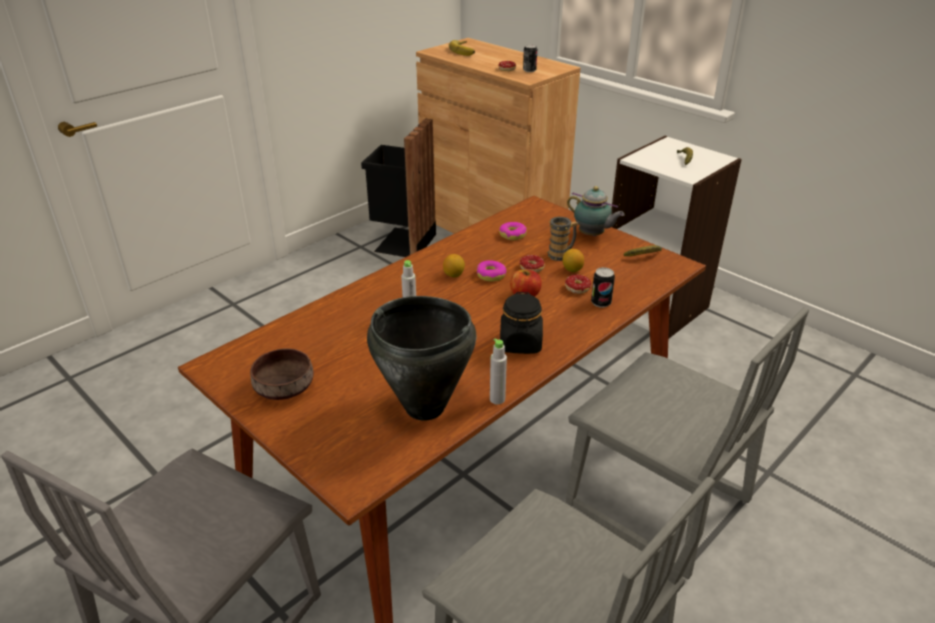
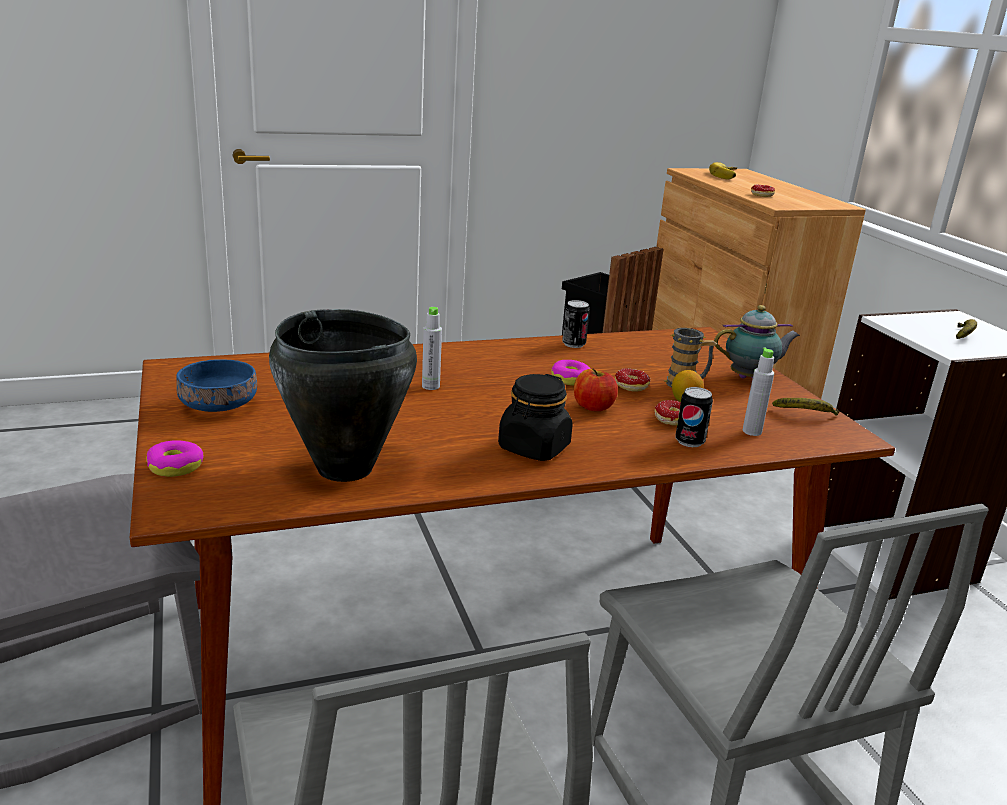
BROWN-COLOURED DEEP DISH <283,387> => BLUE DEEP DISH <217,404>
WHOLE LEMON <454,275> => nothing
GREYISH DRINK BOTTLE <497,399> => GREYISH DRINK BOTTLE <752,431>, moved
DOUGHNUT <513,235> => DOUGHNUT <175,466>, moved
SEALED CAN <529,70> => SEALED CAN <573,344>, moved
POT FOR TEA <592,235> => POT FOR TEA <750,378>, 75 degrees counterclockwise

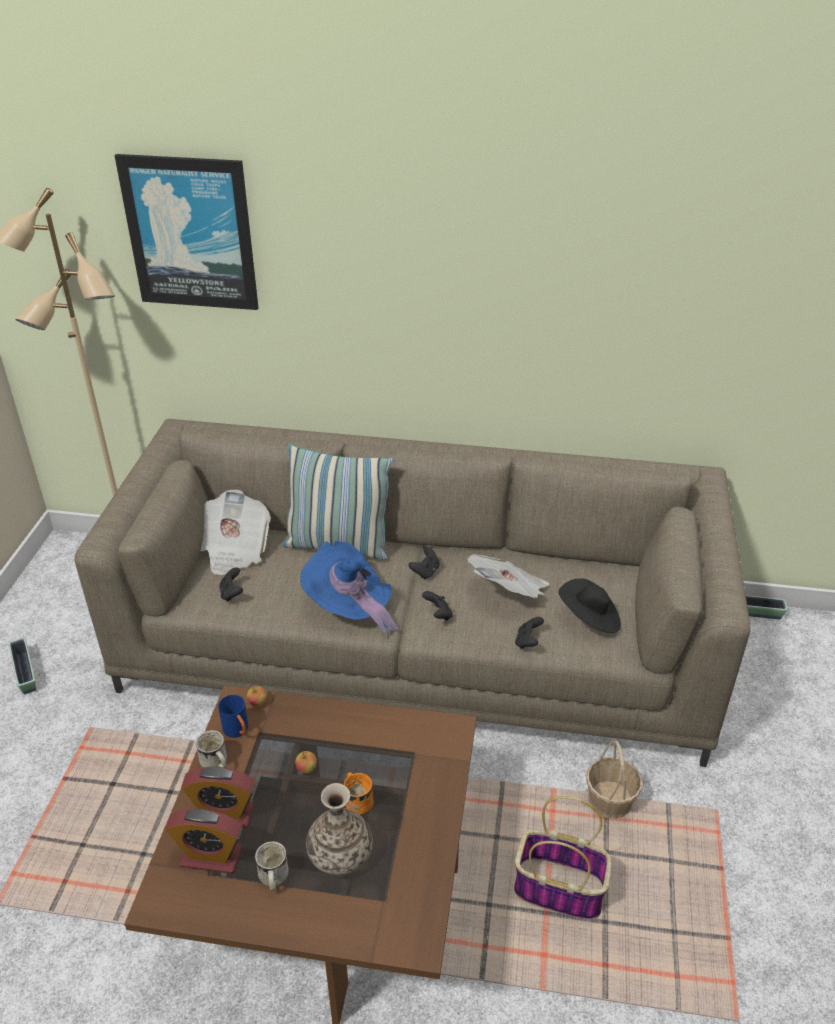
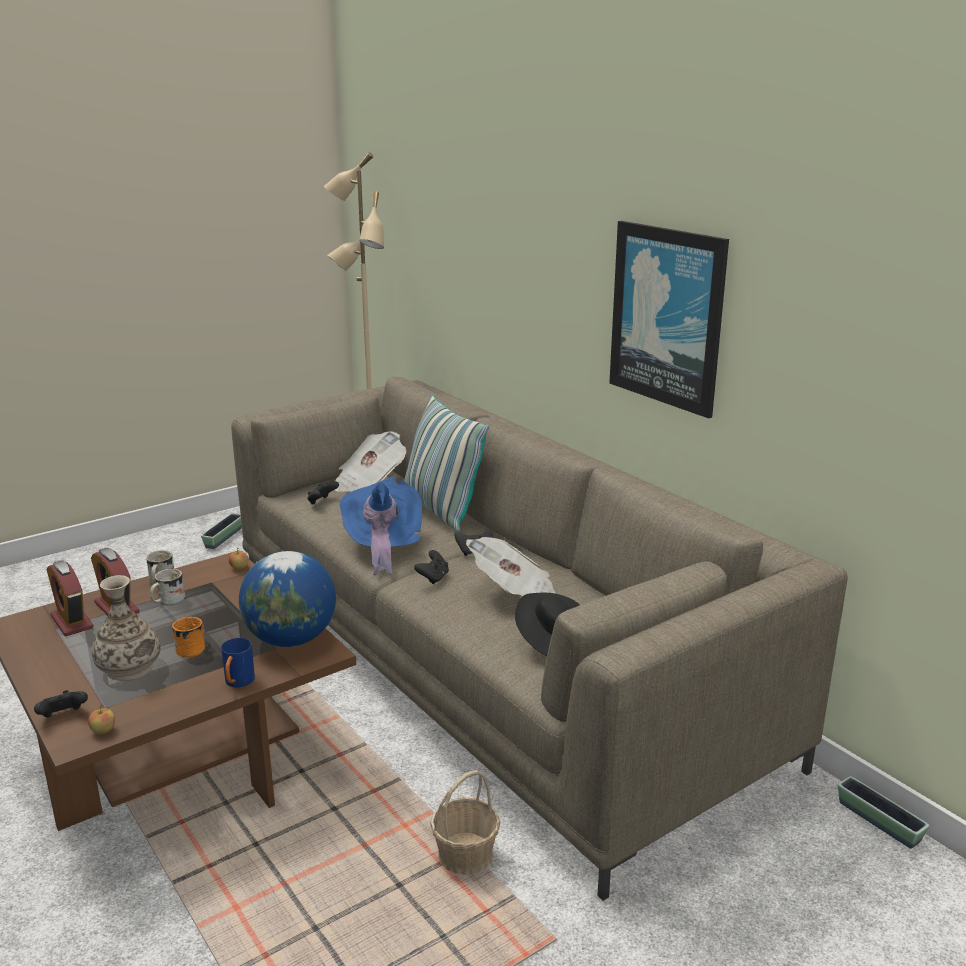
PICTURE <191,233> => PICTURE <667,316>, moved
BLUE MUG <238,731> => BLUE MUG <237,683>, moved
WHITE MUG <273,878> => WHITE MUG <167,601>, moved
WHOLE APPLE <306,768> => WHOLE APPLE <103,731>, moved
STORAGE BASKET <560,889> => nothing
BLACK-COLOURED JOYPAD <528,642> => BLACK-COLOURED JOYPAD <63,716>, moved
nothing => GLOBE <291,639>

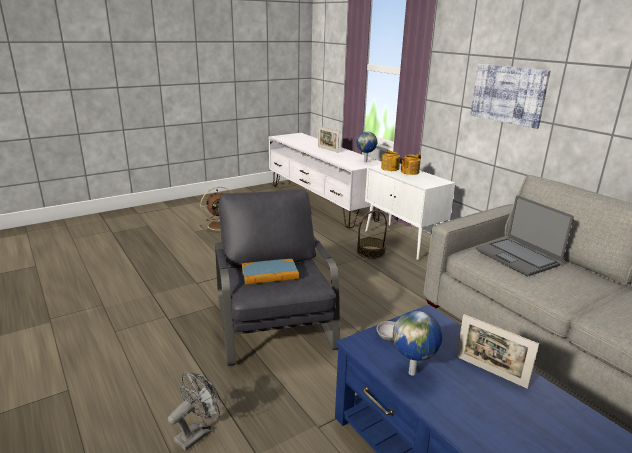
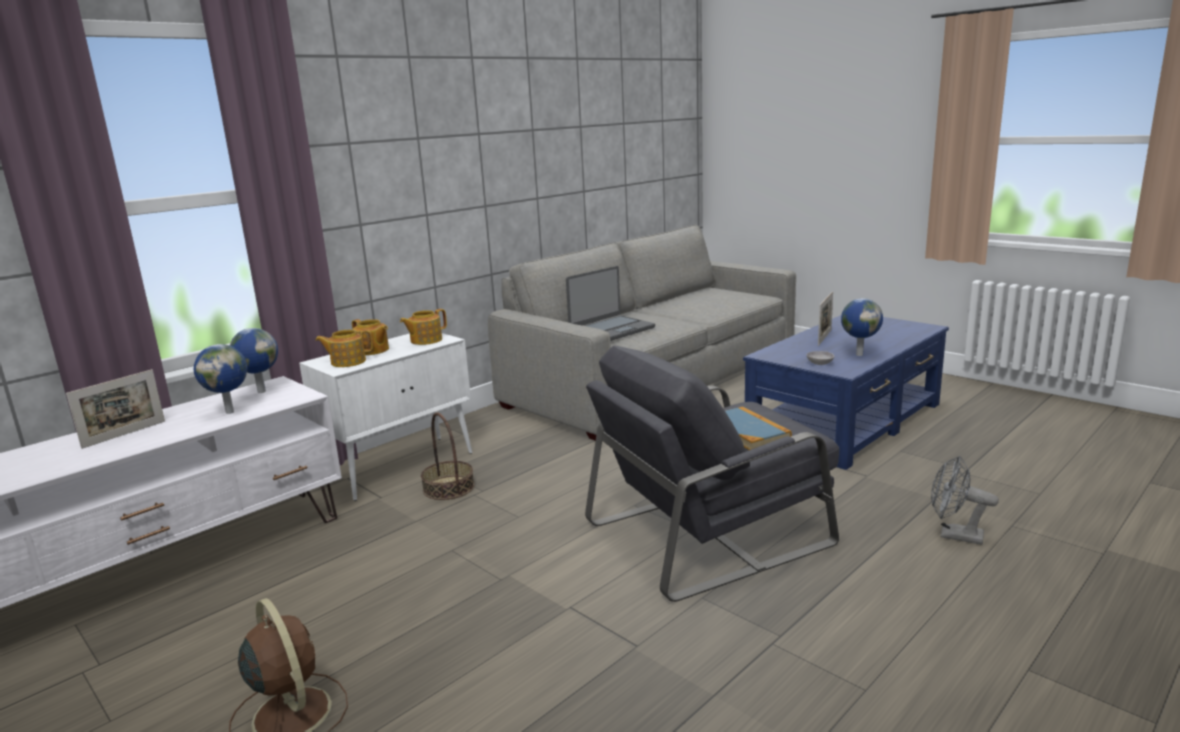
PICTURE <508,94> => nothing
nothing => GLOBE <230,411>
nothing => POT FOR TEA <425,340>

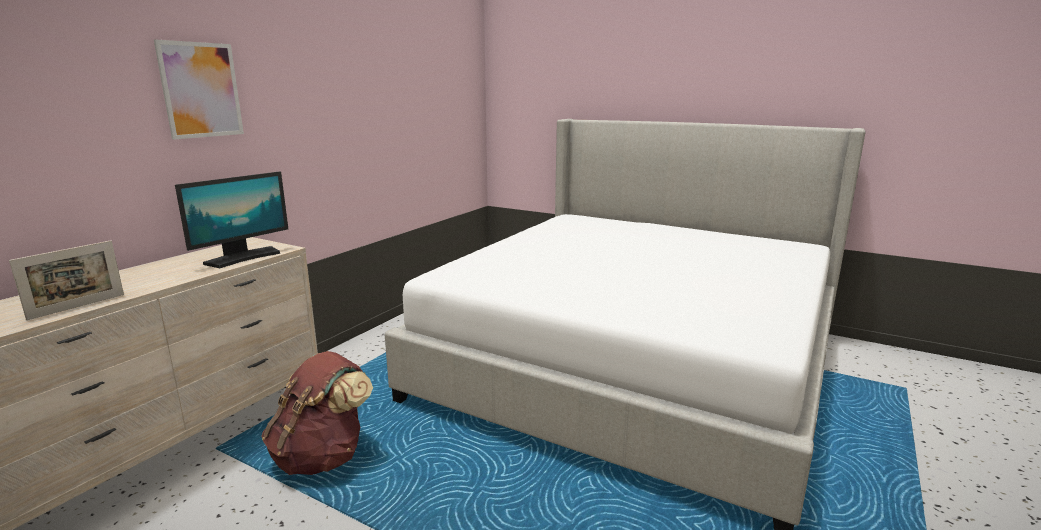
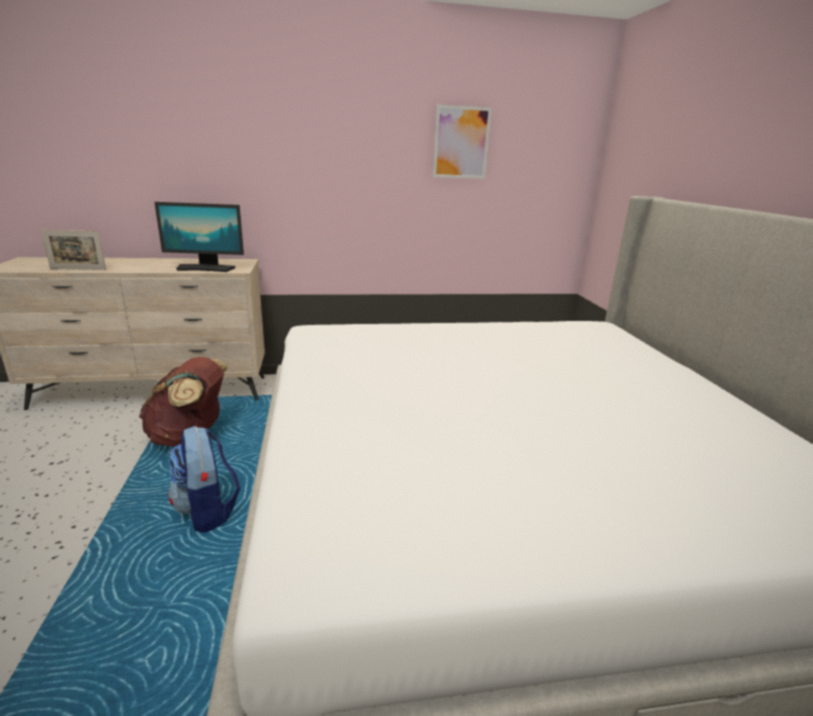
PICTURE <201,90> => PICTURE <461,143>, moved
nothing => BACKPACK <208,511>

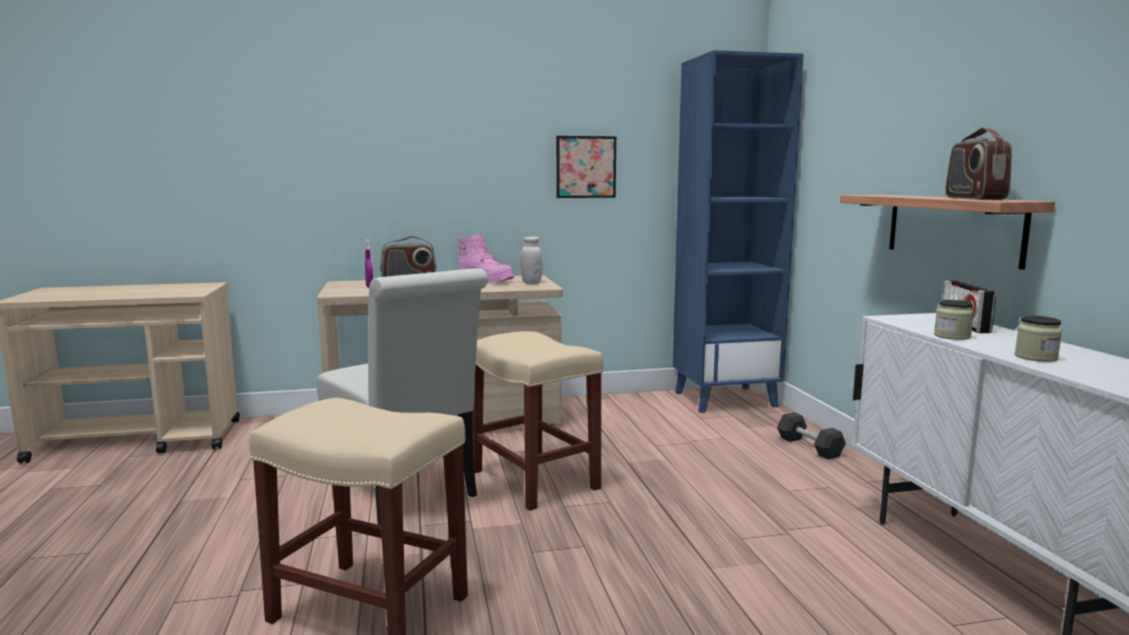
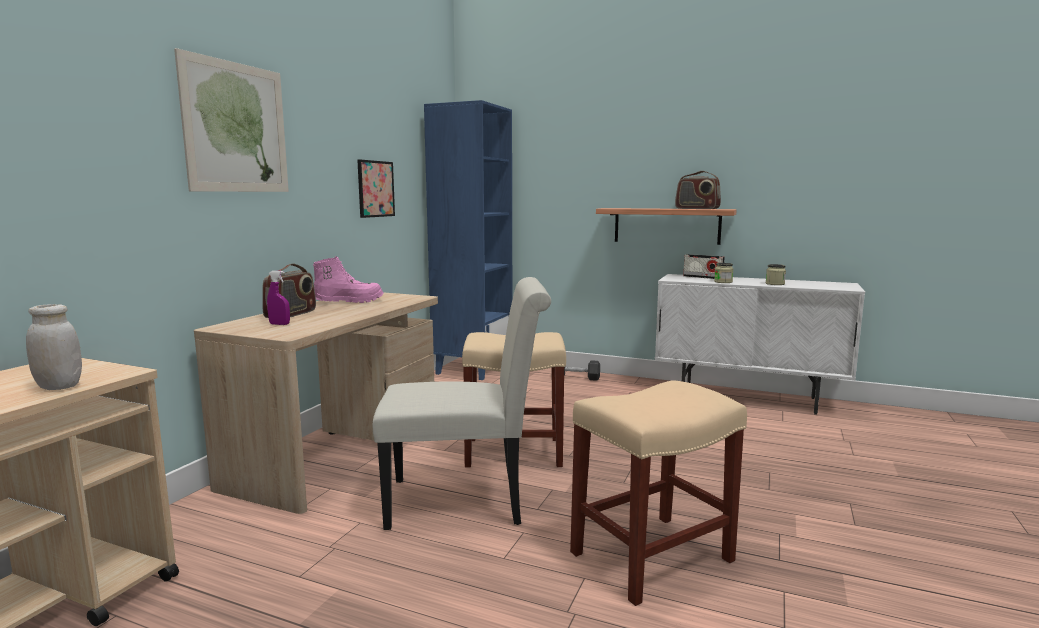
WHITE PRESERVE JAR <531,283> => WHITE PRESERVE JAR <59,386>, moved
nothing => PICTURE <236,128>

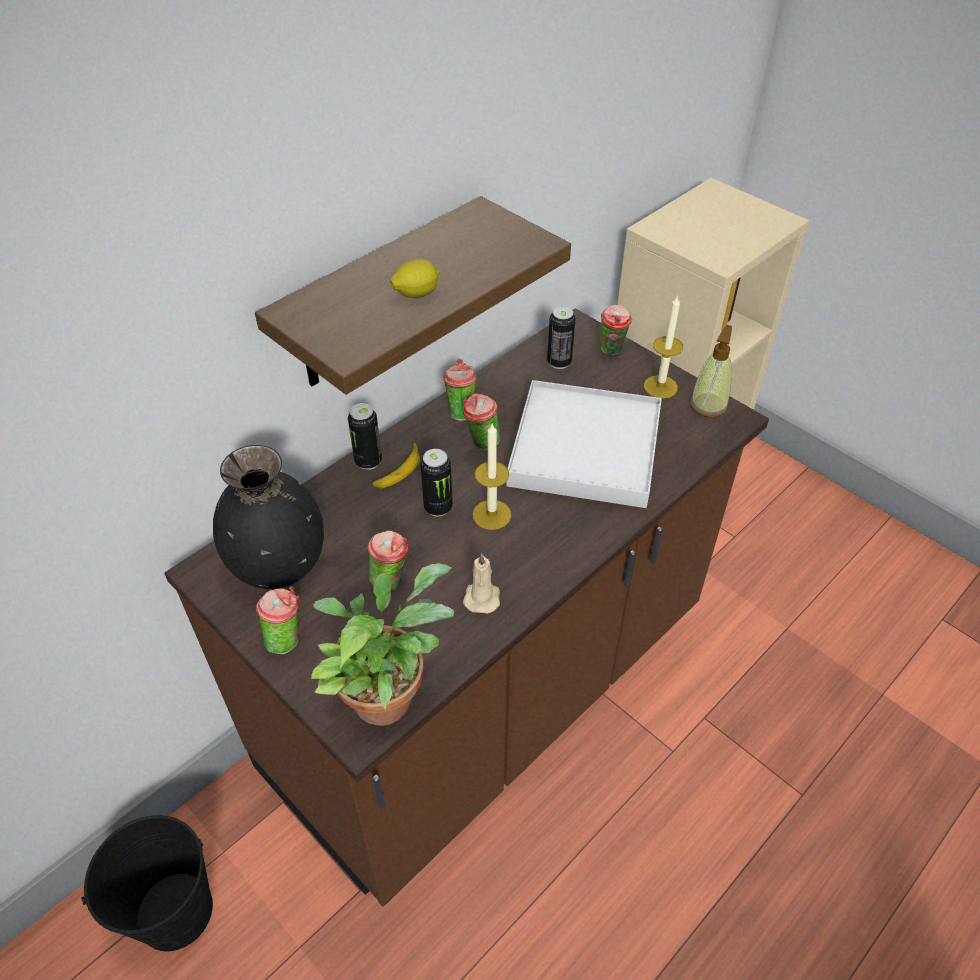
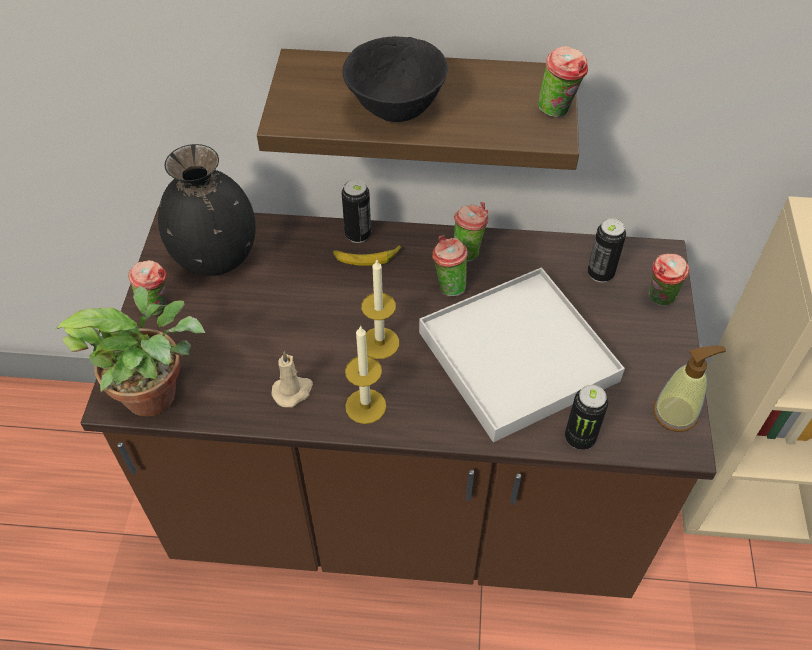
BLACK-COLOURED PAIL <175,911> => nothing
DRINKING CUP <391,580> => DRINKING CUP <558,111>, moved
WHOLE LEMON <416,294> => BLACK-COLOURED DEEP DISH <394,110>
SEALED CAN <438,507> => SEALED CAN <579,438>, moved
WAX LIGHT <660,387> => WAX LIGHT <365,406>, moved

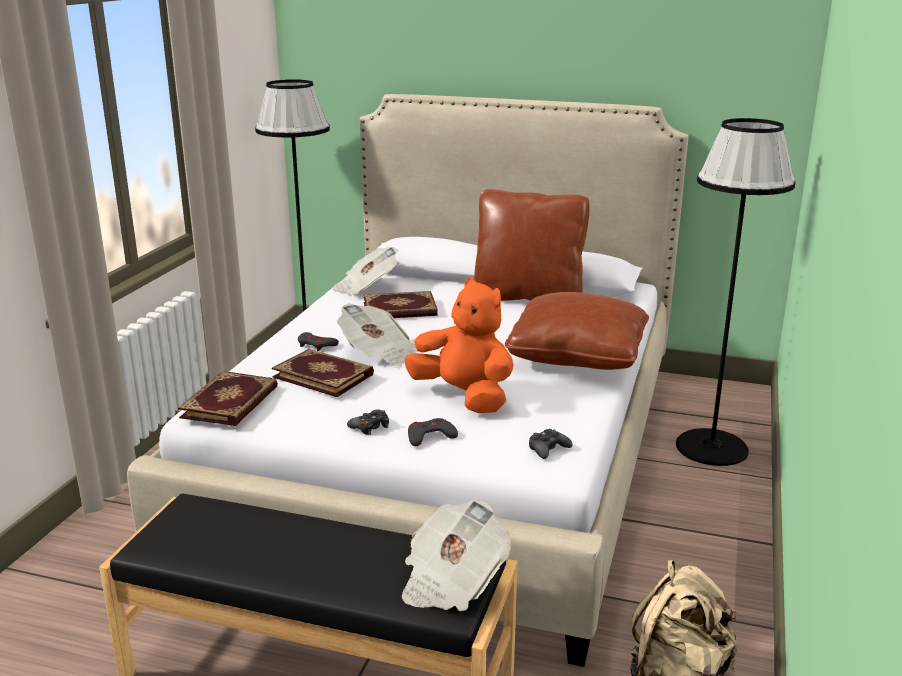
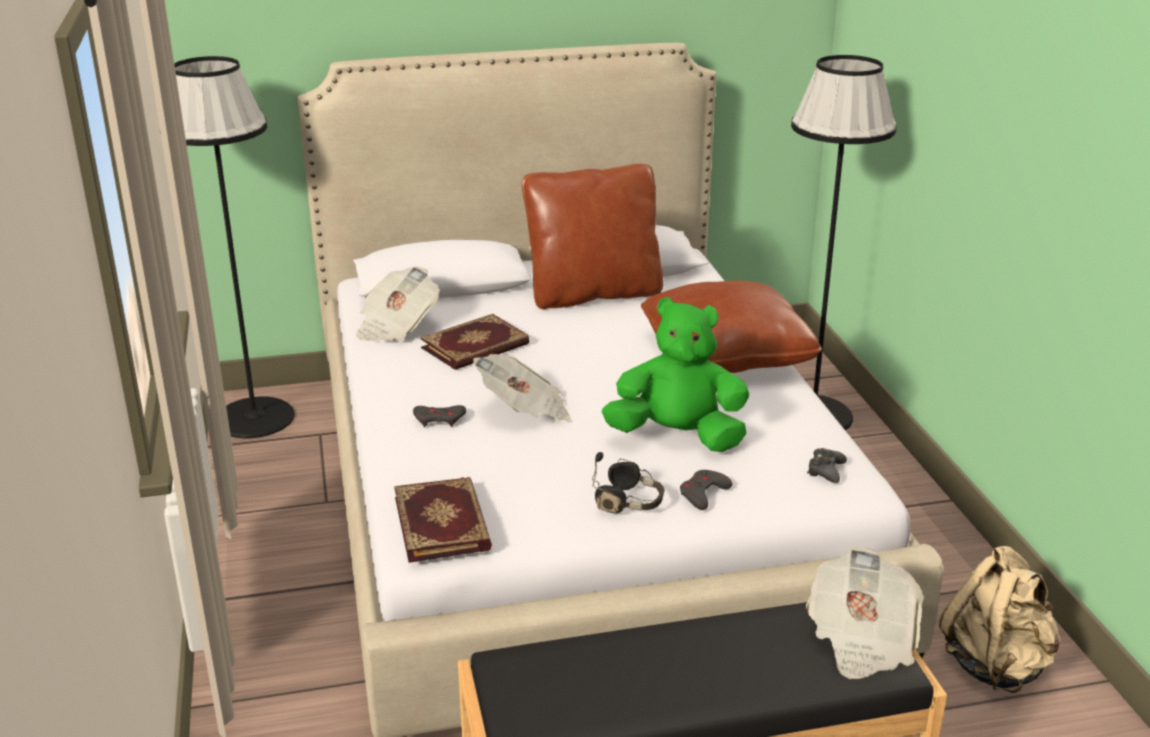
BOOK <324,375> => nothing
BLACK-COLOURED JOYPAD <370,427> => BLACK-COLOURED HEADSET <629,502>
ORANGE-COLOURED PLUSH TOY <464,396> => GREEN PLUSH TOY <678,437>

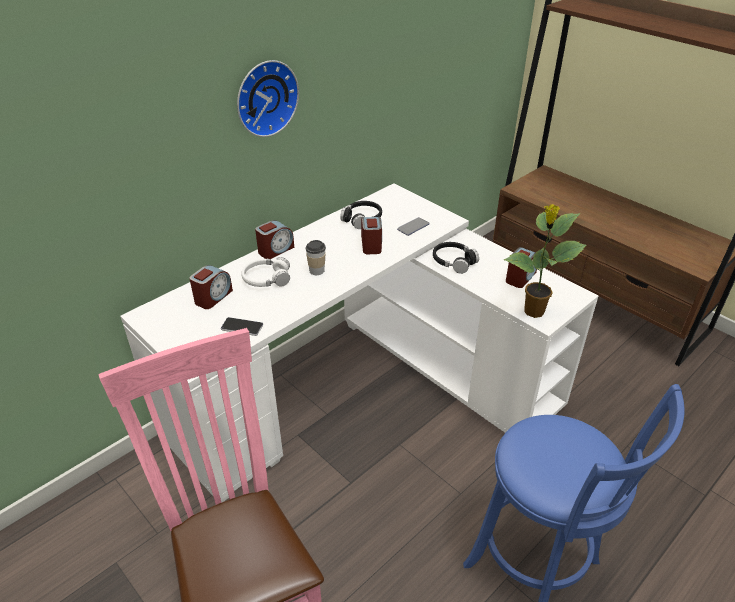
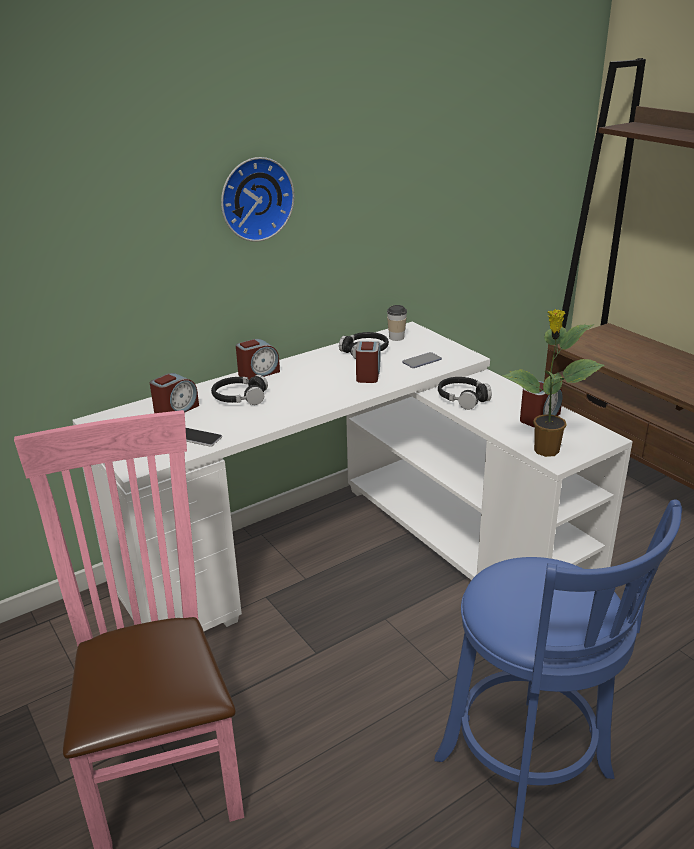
WHITE HEADSET <266,279> => BLACK-COLOURED HEADSET <239,397>
DRINKING CUP <317,270> => DRINKING CUP <396,337>, moved

